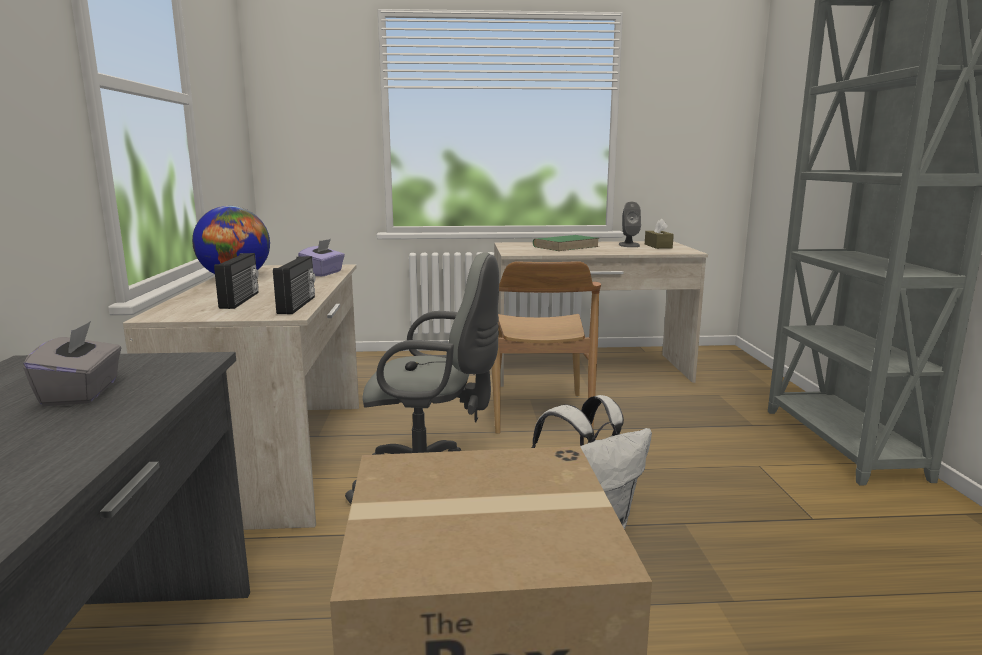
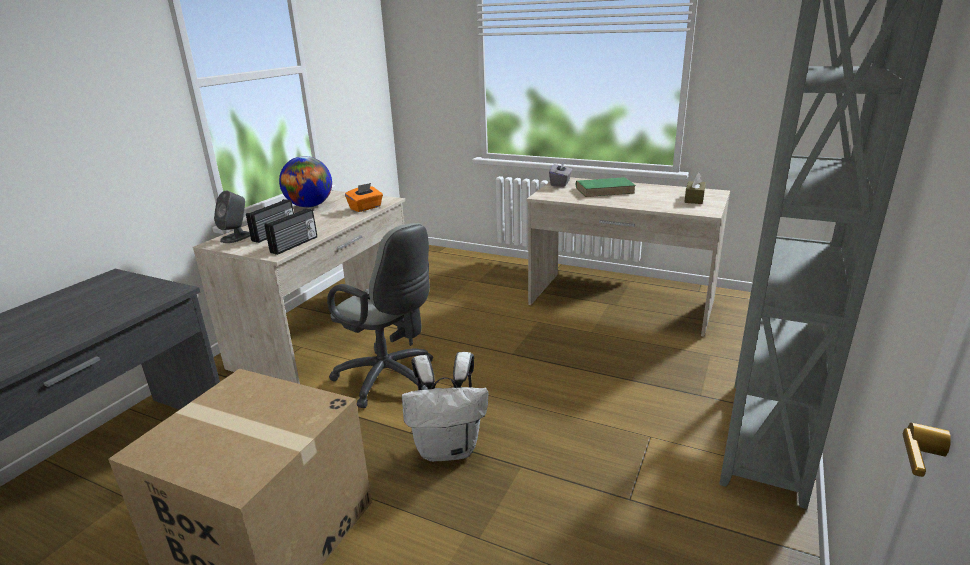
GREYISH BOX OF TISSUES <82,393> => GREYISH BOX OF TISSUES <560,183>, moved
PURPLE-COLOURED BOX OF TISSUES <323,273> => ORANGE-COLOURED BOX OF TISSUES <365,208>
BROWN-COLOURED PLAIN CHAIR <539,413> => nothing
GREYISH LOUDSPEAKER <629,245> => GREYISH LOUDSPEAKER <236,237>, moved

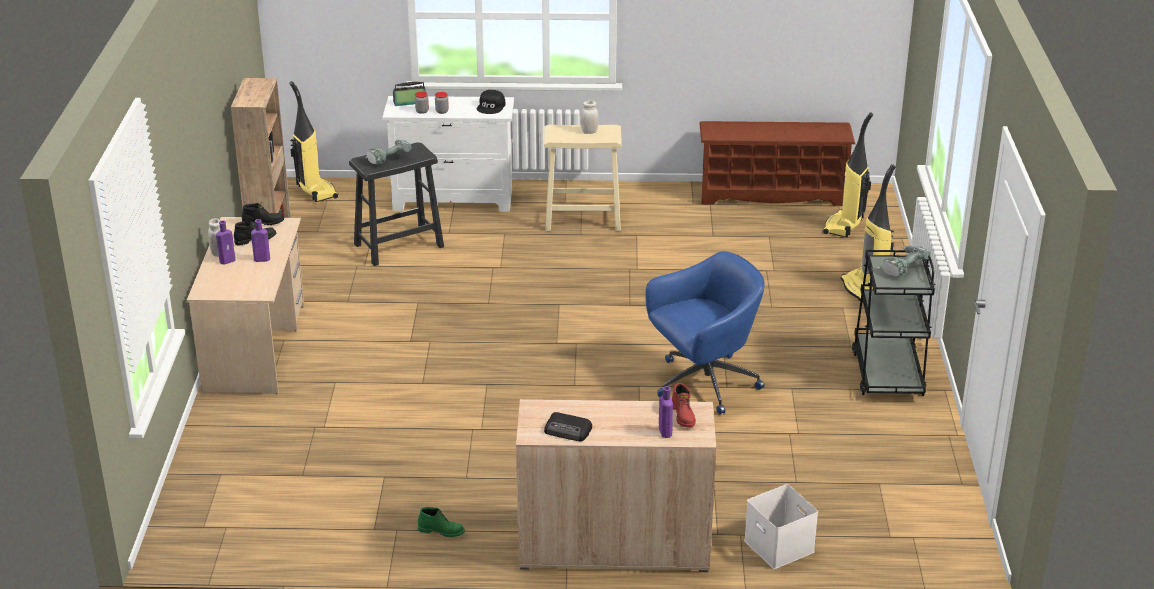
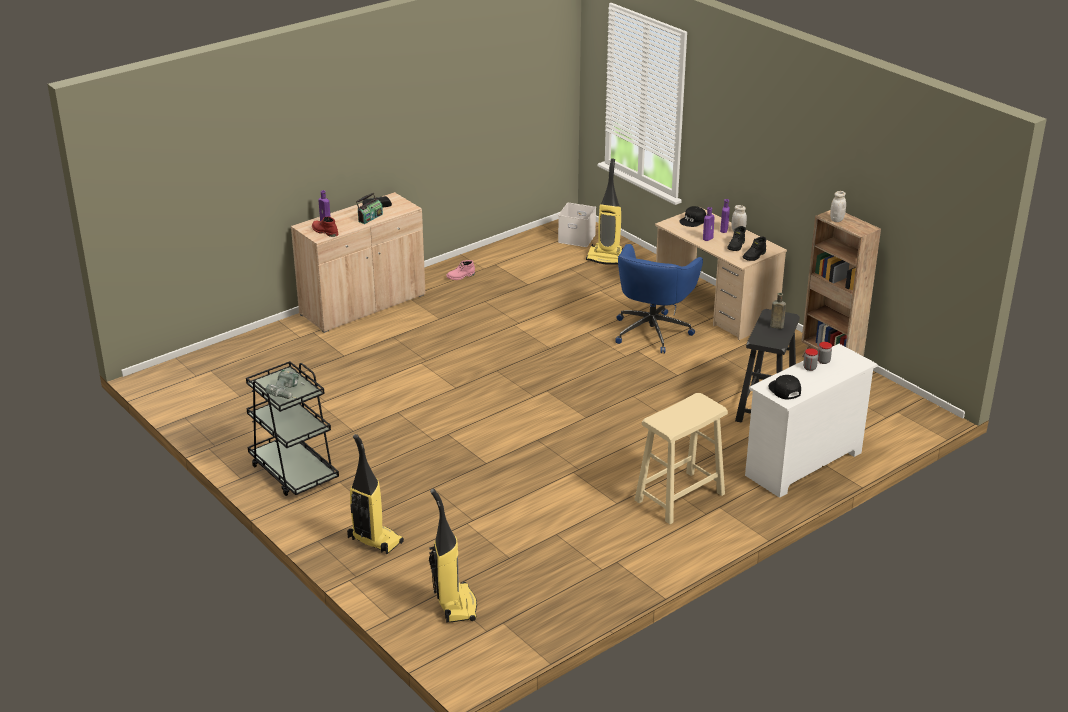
VACUUM <316,192> => VACUUM <607,258>, moved
POWER DRILL <388,158> => BROWN-COLOURED DRINK BOTTLE <775,326>
RADIO RECEIVER <409,103> => RADIO RECEIVER <370,218>, moved
GREEN BOOT <441,531> => PINK BOOT <461,276>
WHITE PRESERVE JAR <589,132> => WHITE PRESERVE JAR <836,220>, moved
BLUE COMPUTER CHAIR <703,384> => BLUE COMPUTER CHAIR <652,331>, moved
BROWN-COLOURED SHOE STAND <772,194> => nothing
WHITE STORAGE BIN <780,546> => WHITE STORAGE BIN <576,238>, moved
nothing => BLACK-COLOURED CAP <693,221>

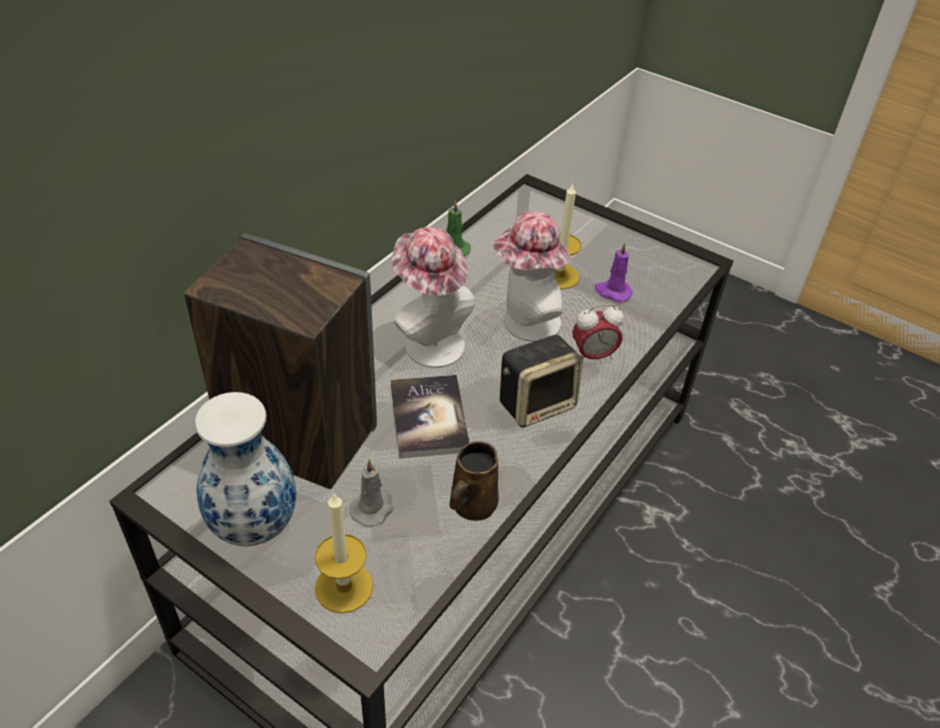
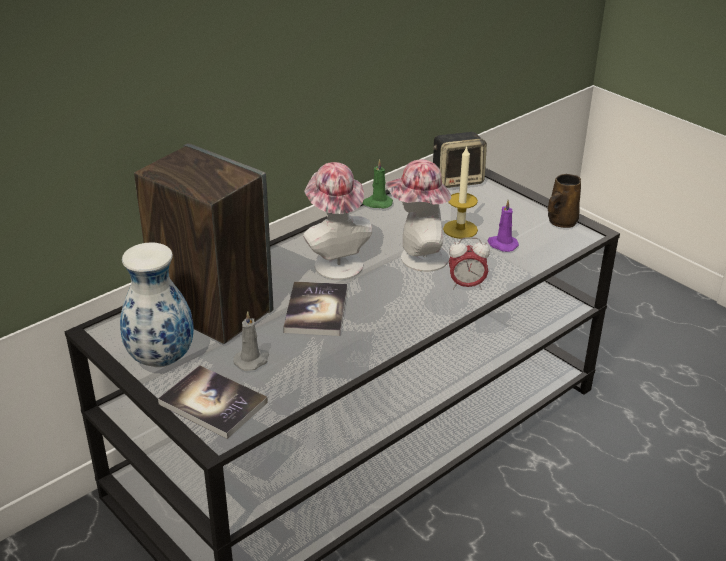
WAX LIGHT <344,587> => BOOK <213,403>
BROWN-COLOURED MUG <472,506> => BROWN-COLOURED MUG <561,222>, moved
LOUDSPEAKER <537,403> => LOUDSPEAKER <458,179>, moved

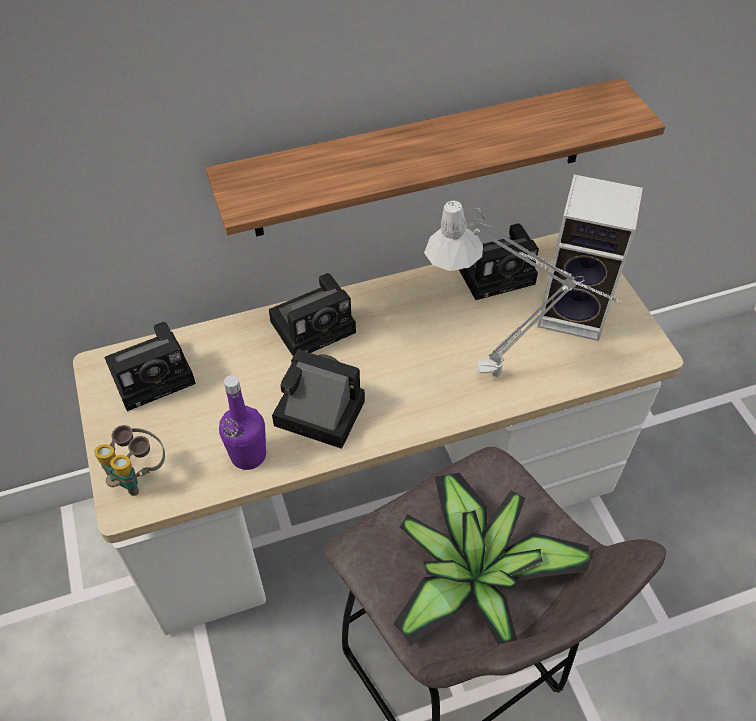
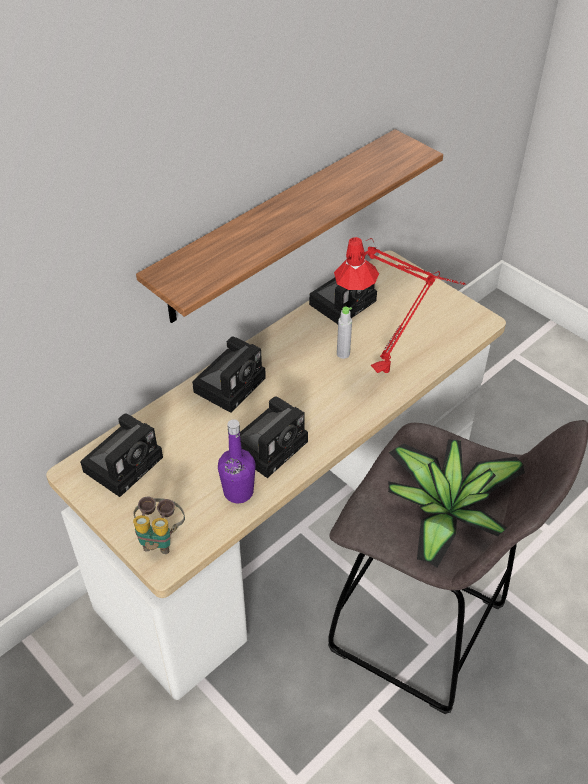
PHOTO CAMERA <315,413> => PHOTO CAMERA <270,444>, 135 degrees clockwise
GREYISH TABLE LAMP <508,375> => REDDISH TABLE LAMP <394,369>
LOUDSPEAKER <575,313> => nothing
nothing => GREYISH DRINK BOTTLE <343,354>

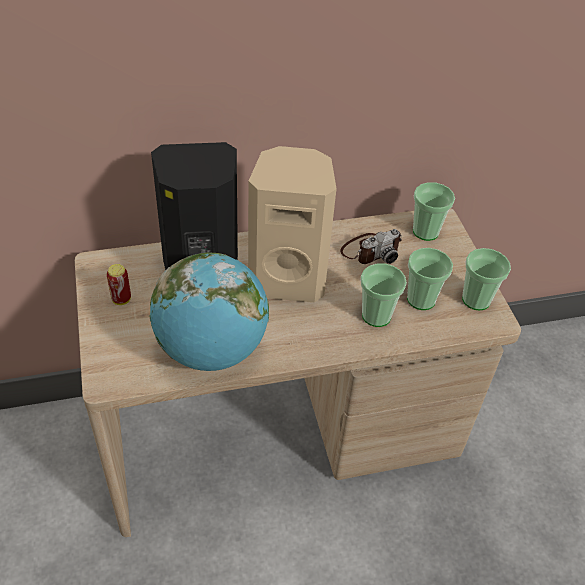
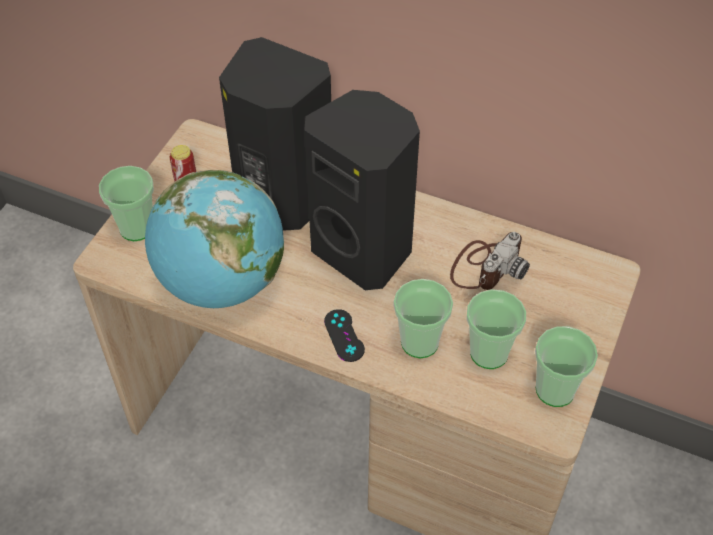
BEIGE LOUDSPEAKER <288,279> => BLACK-COLOURED LOUDSPEAKER <364,250>
PHOTO CAMERA <370,250> => PHOTO CAMERA <486,266>, 60 degrees counterclockwise
DRINKING CUP <425,231> => DRINKING CUP <137,228>, moved
nothing => BLACK-COLOURED JOYPAD <344,335>

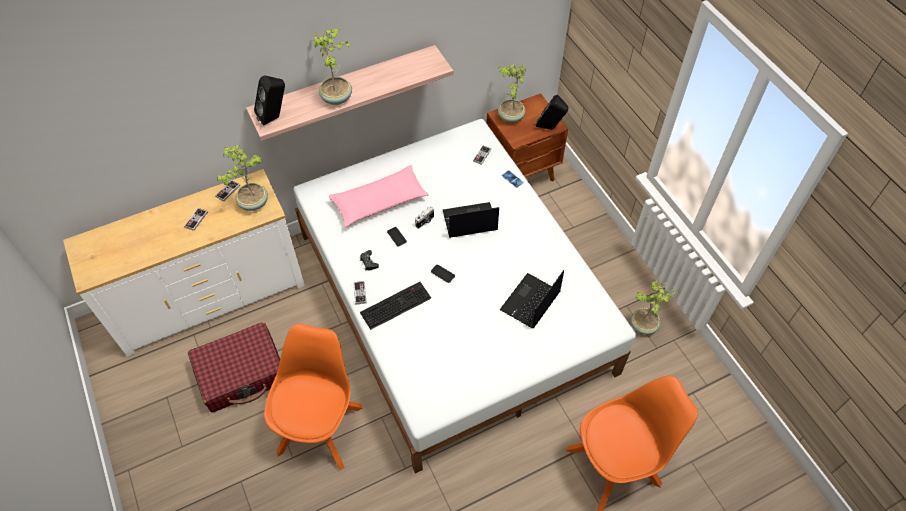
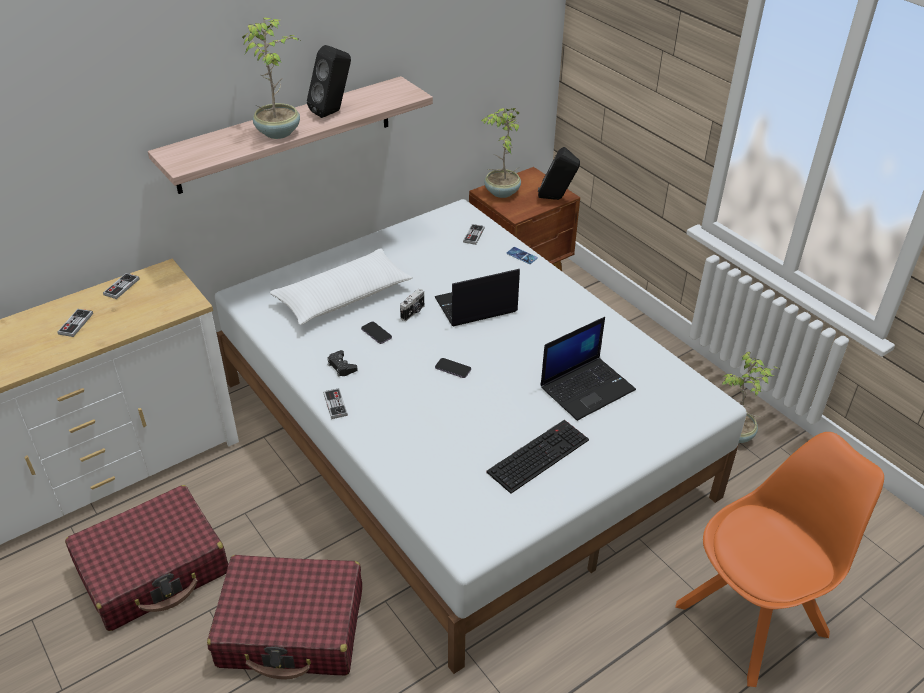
POTTED PLANT <253,203> => nothing
BLACK-COLOURED LOUDSPEAKER <275,117> => BLACK-COLOURED LOUDSPEAKER <333,112>, moved
ORANGE-COLOURED PLAIN CHAIR <321,427> => REDDISH PIECE OF LUGGAGE <292,628>
PINK THROW PILLOW <379,201> => WHITE THROW PILLOW <343,297>
PC KEYBOARD <396,304> => PC KEYBOARD <538,454>, moved
NOTEBOOK COMPUTER <530,302> => NOTEBOOK COMPUTER <587,388>, 150 degrees counterclockwise

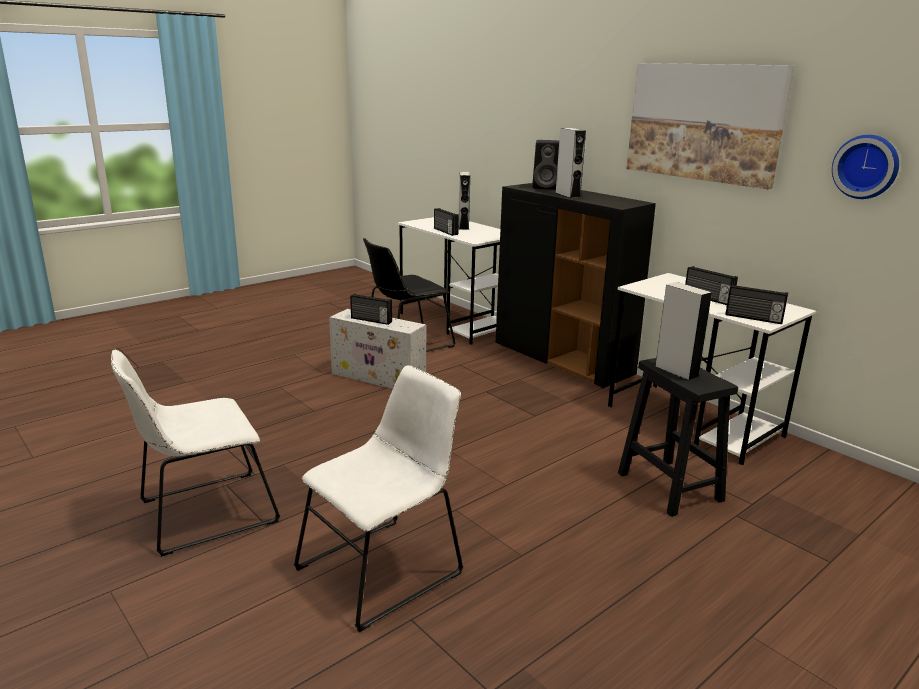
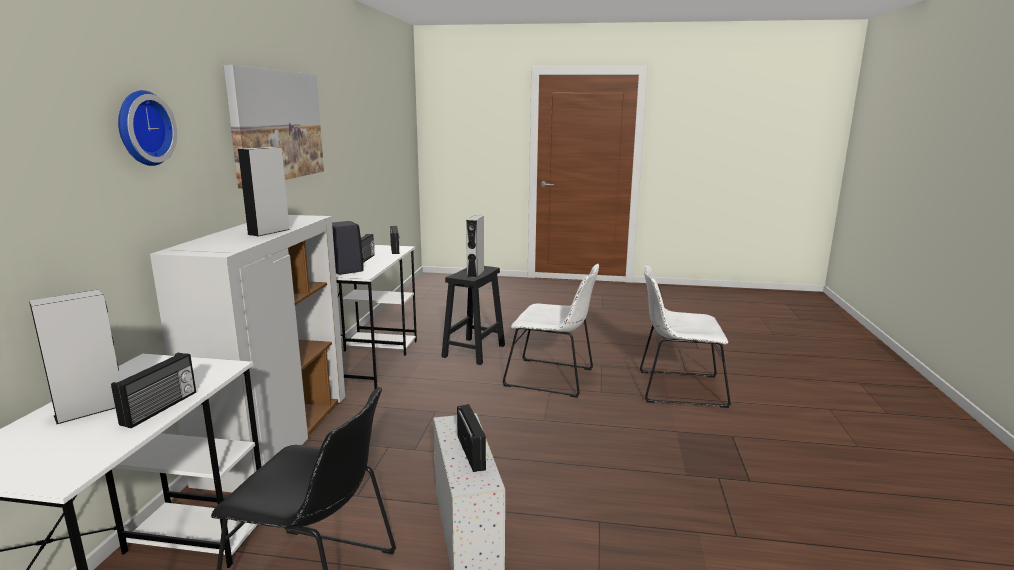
WHITE PLAIN CHAIR <202,513> => WHITE PLAIN CHAIR <553,378>, moved
BLACK-COLOURED STORAGE CABINET <563,361> => WHITE STORAGE CABINET <277,439>
BLACK-COLOURED LOUDSPEAKER <546,187> => BLACK-COLOURED LOUDSPEAKER <345,270>, moved
WALL CLOCK <866,166> => WALL CLOCK <142,128>, moved

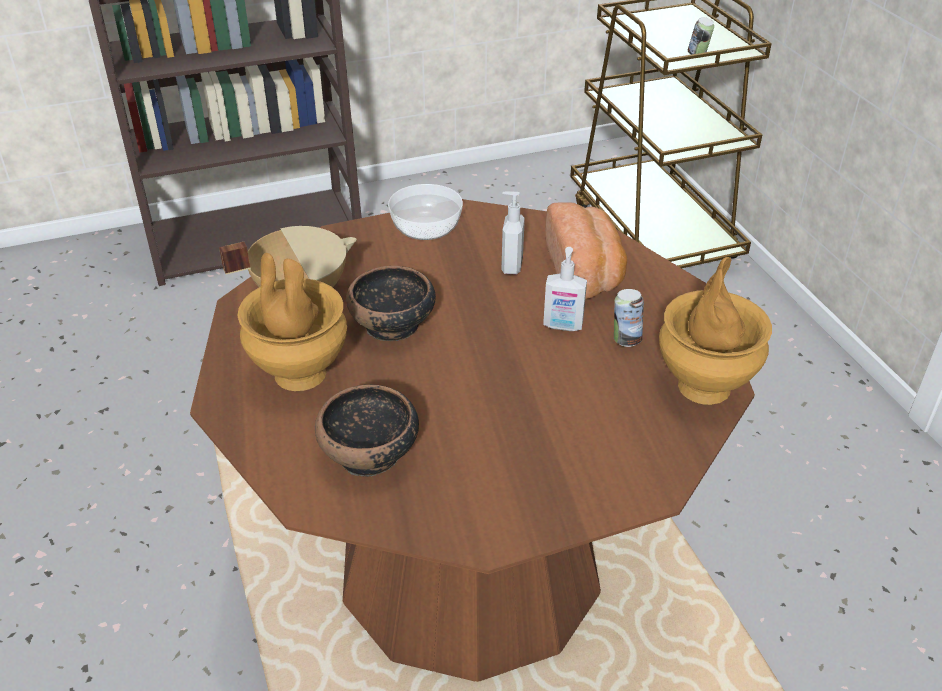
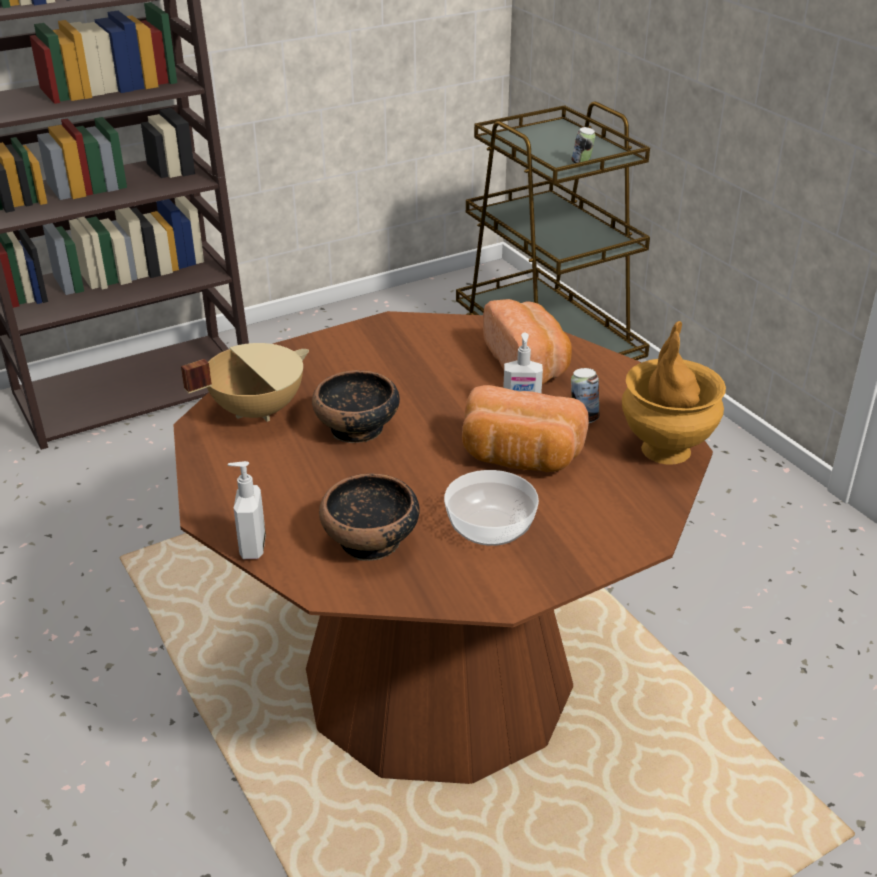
BROWN-COLOURED FLOWER VASE <298,374> => nothing
DEEP DISH <425,228> => DEEP DISH <489,527>, moved
LIQUID SOAP BOTTLE <511,266> => LIQUID SOAP BOTTLE <251,547>, moved
nothing => BREAD <520,458>

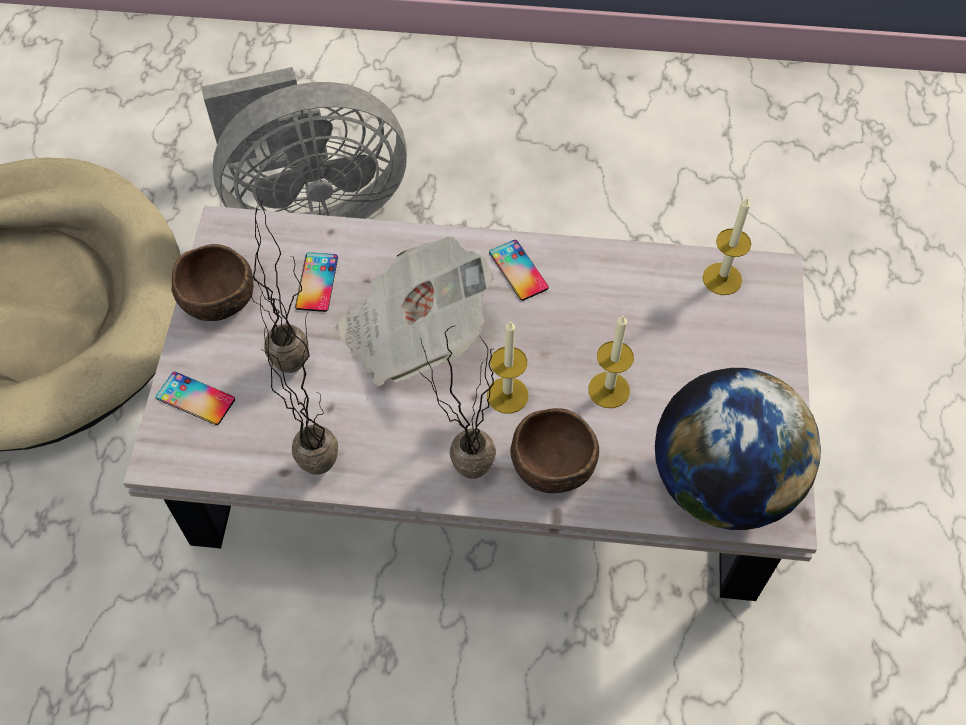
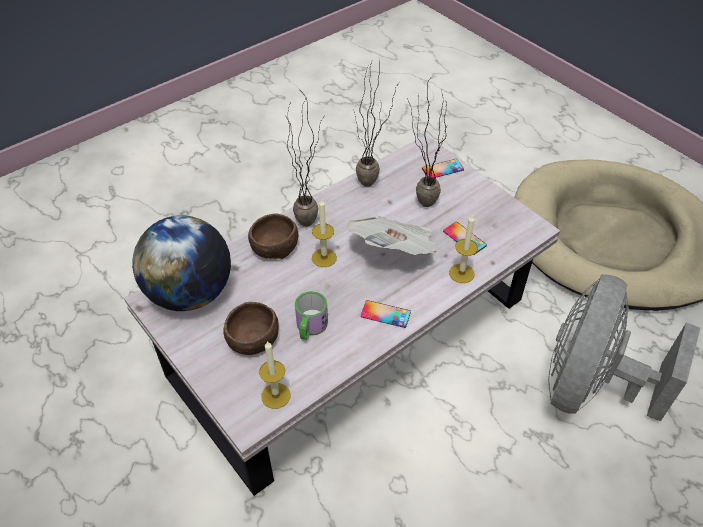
BROWN-COLOURED DEEP DISH <219,298> => BROWN-COLOURED DEEP DISH <251,339>, moved
WAX LIGHT <609,390> => WAX LIGHT <461,273>, moved
nothing => MUG <310,327>

